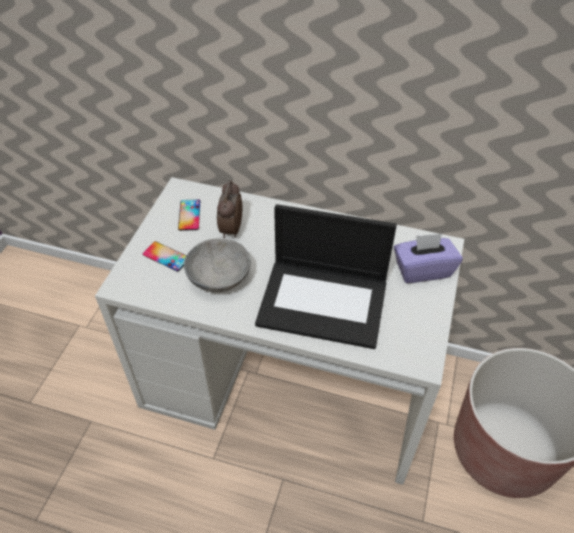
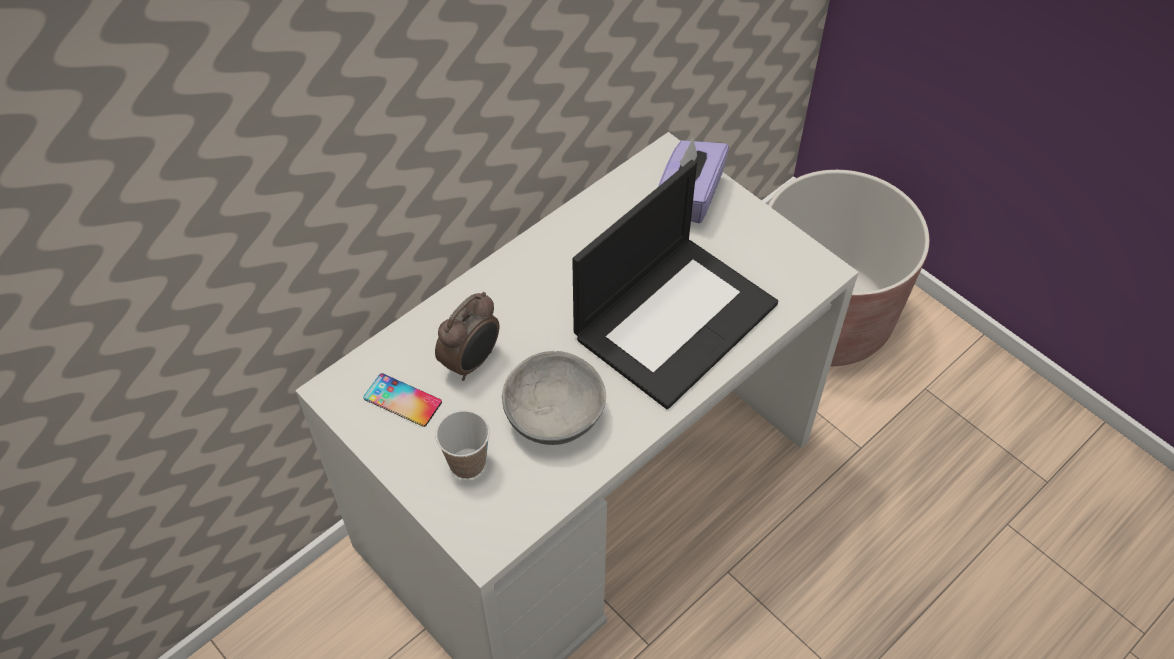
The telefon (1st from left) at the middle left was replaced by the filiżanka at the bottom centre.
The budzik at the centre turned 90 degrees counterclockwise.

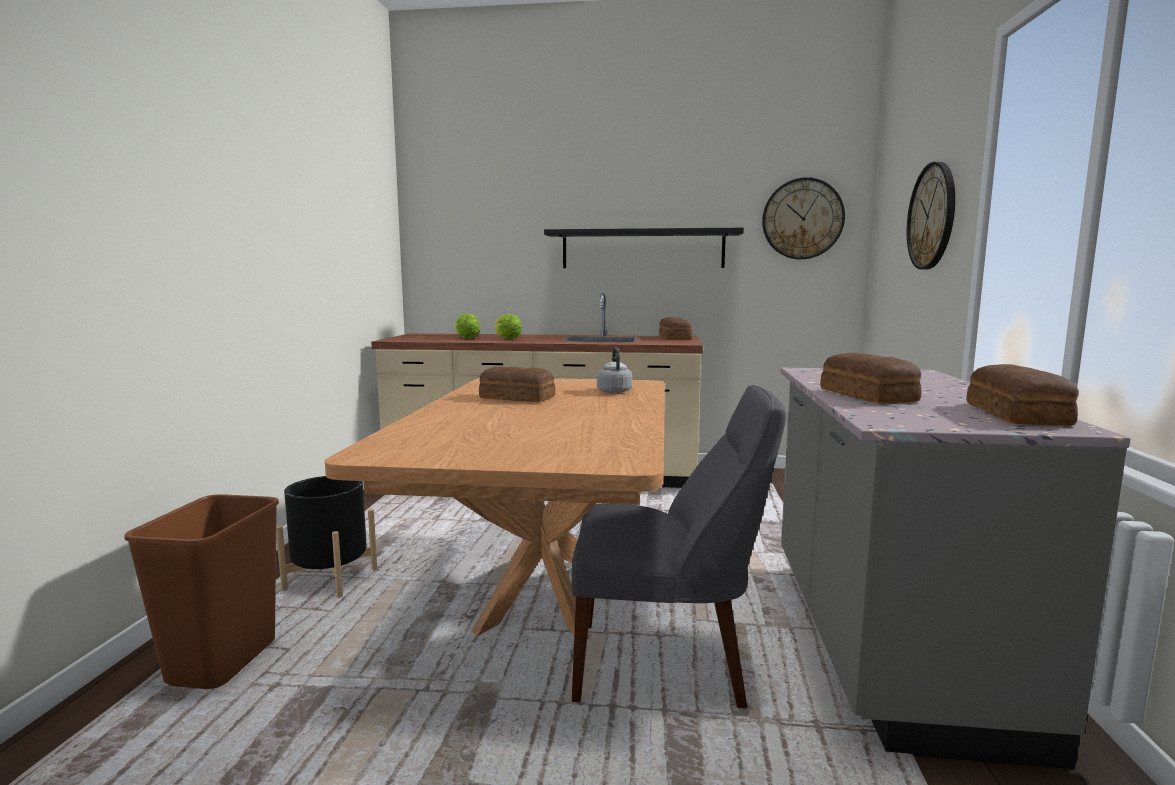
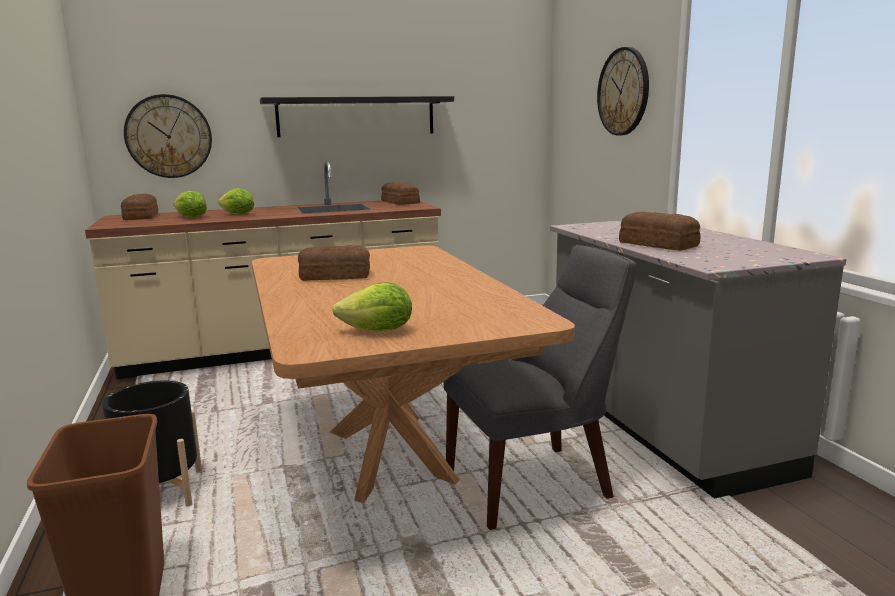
The czajnik/szary at the centre disappeared.
The sałata (3rd from left) at the centre appeared.
The zegar ścienny (1st from left) moved from the top right to the top left.
The chleb (4th from left in the first image) moved from the middle right to the middle left.

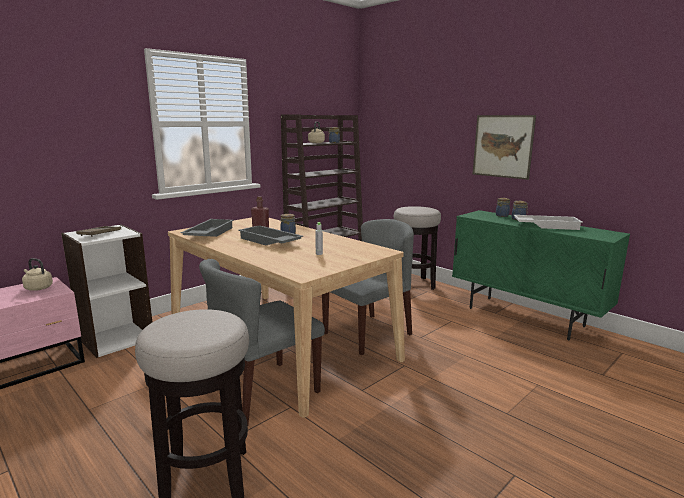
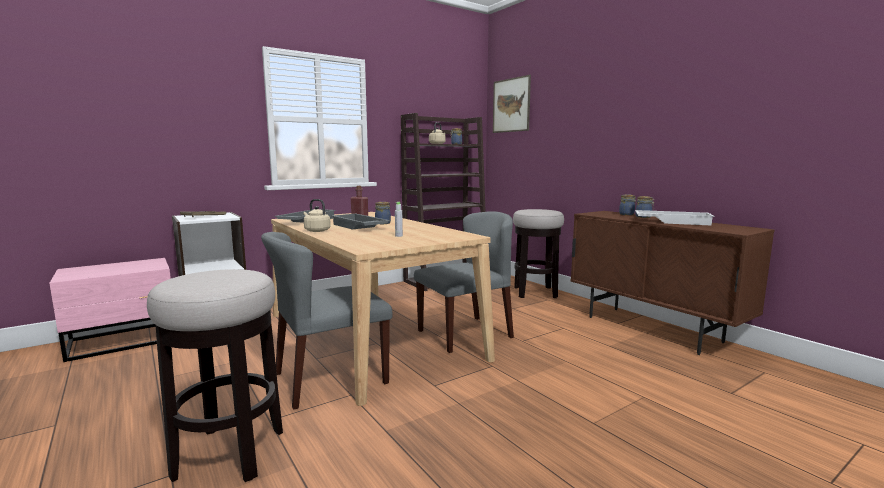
The czajnik/beżowy (1st from left) moved from the middle left to the centre.
The obraz moved from the top right to the top centre.
The szafka/zielony at the middle right became the szafka/brązowy at the middle right.

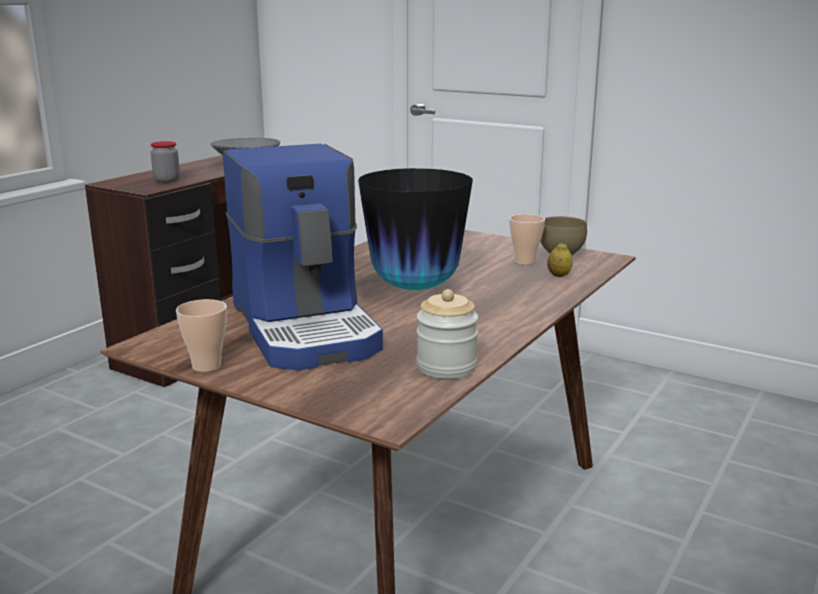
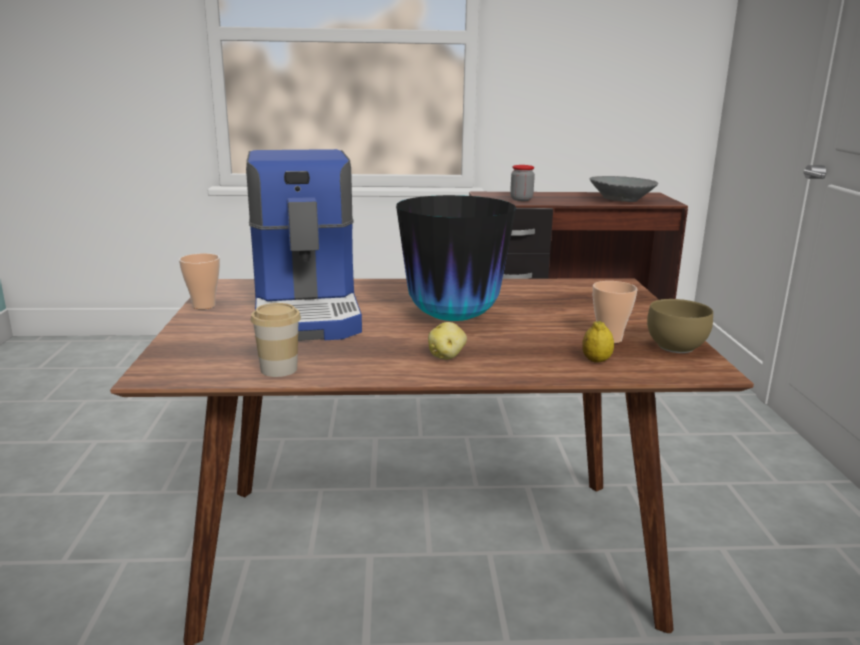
The ziemniak at the centre appeared.
The słoik (2nd from left) at the centre was replaced by the filiżanka (2nd from left) at the middle left.
The ekspres do kawy at the centre turned 45 degrees counterclockwise.

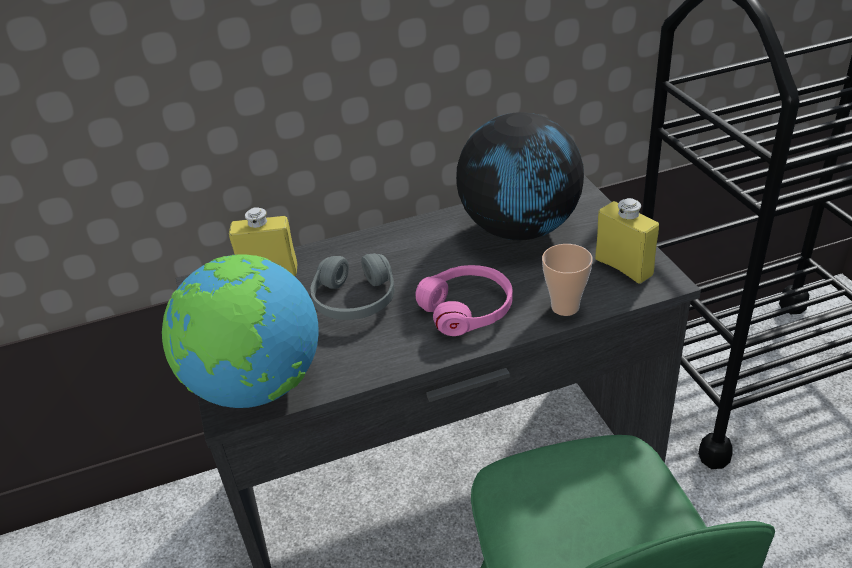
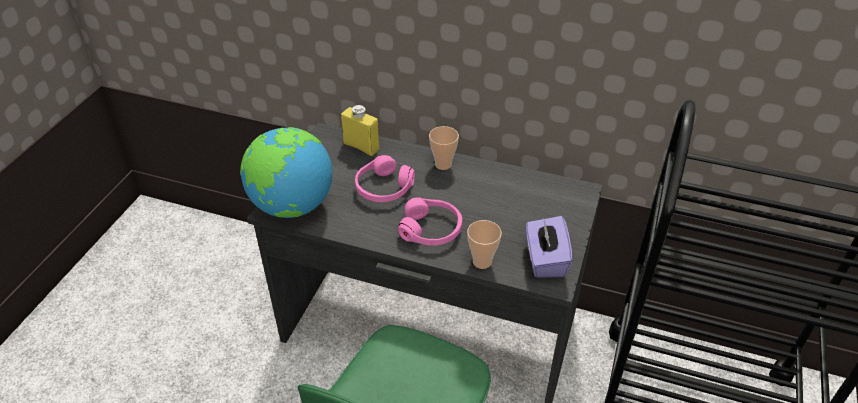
The globus (2nd from left) at the top centre disappeared.
The filiżanka (1st from left) at the centre appeared.
The butelka/żółty (2nd from left) at the middle right was replaced by the pudełko chusteczek/fioletowy at the centre.
The słuchawki/szary at the centre became the słuchawki/różowy (1st from left) at the centre.

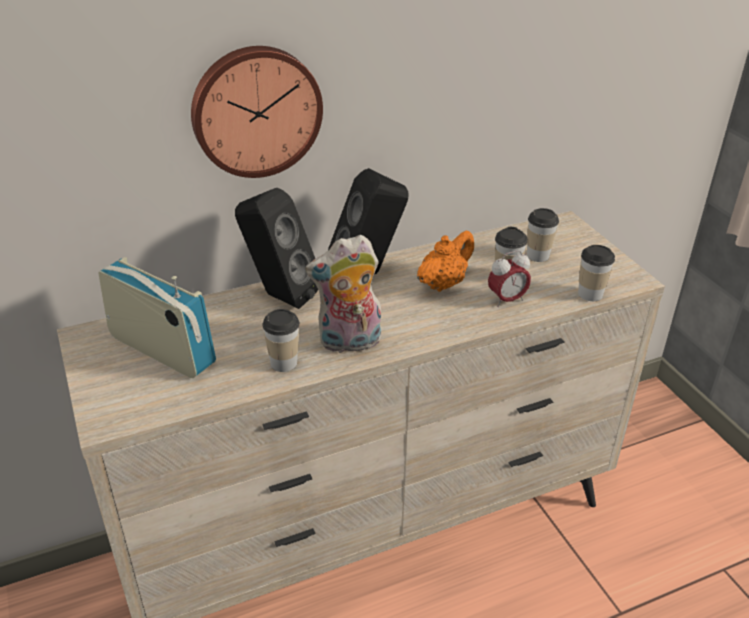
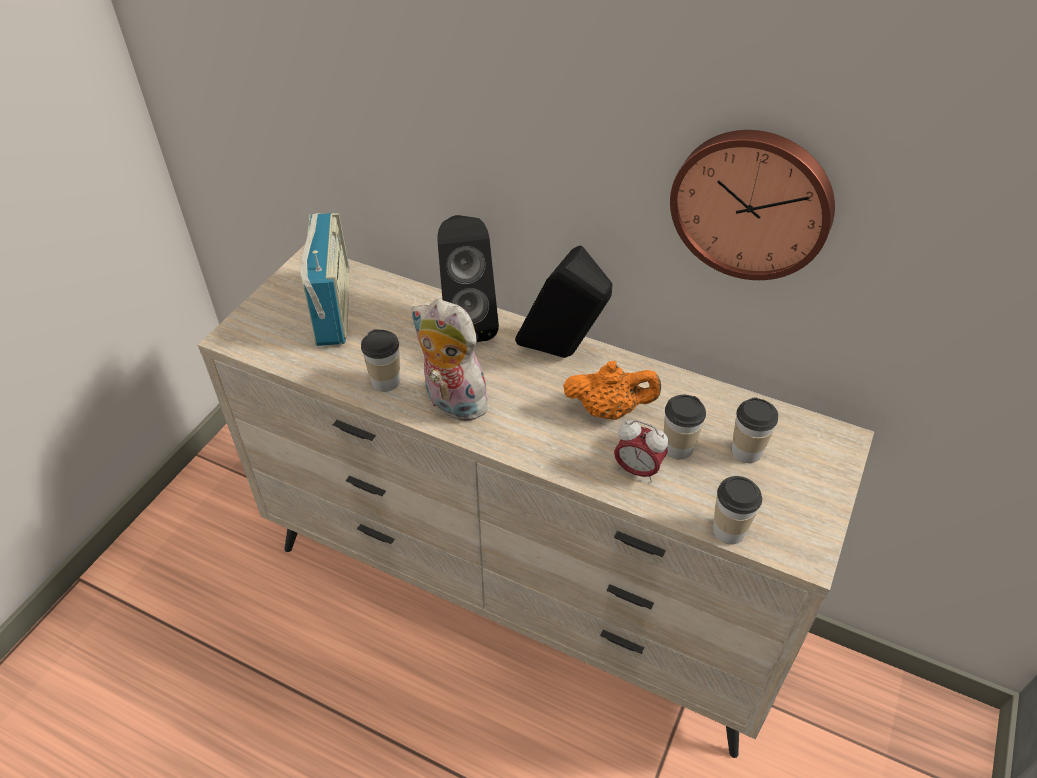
The zegar ścienny moved from the top centre to the top right.

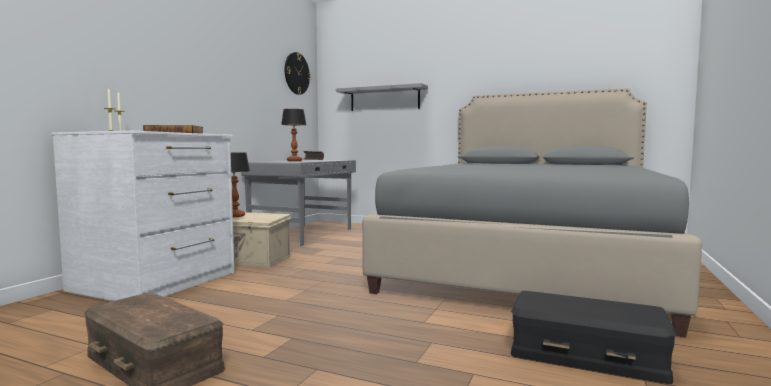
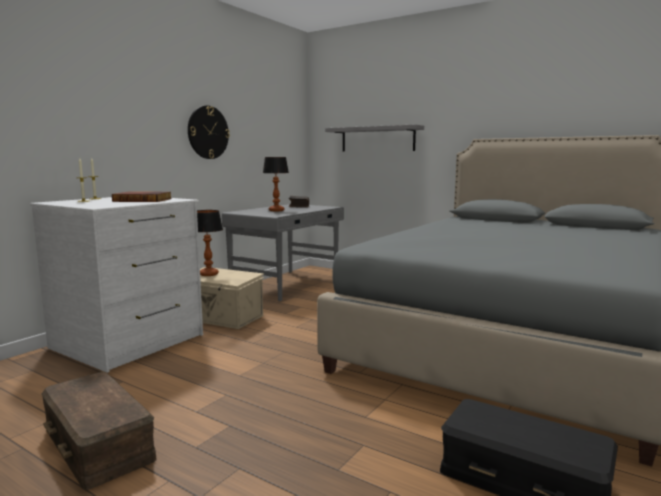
The zegar ścienny moved from the top centre to the top left.

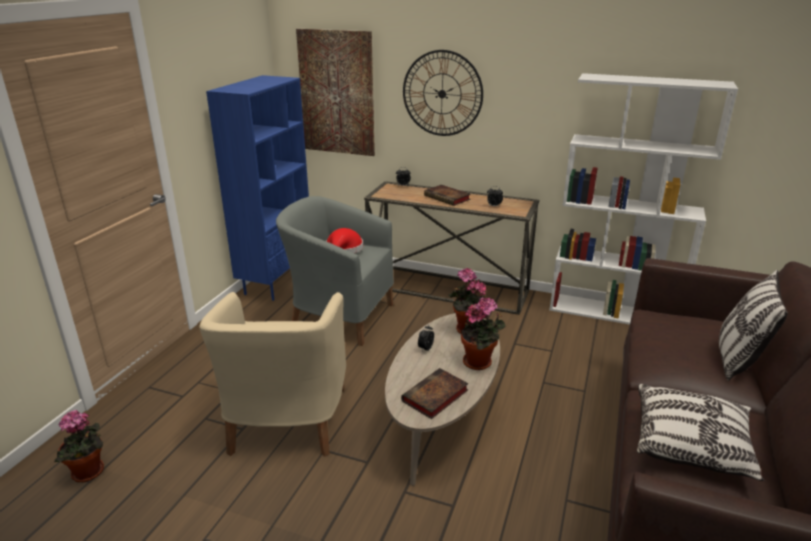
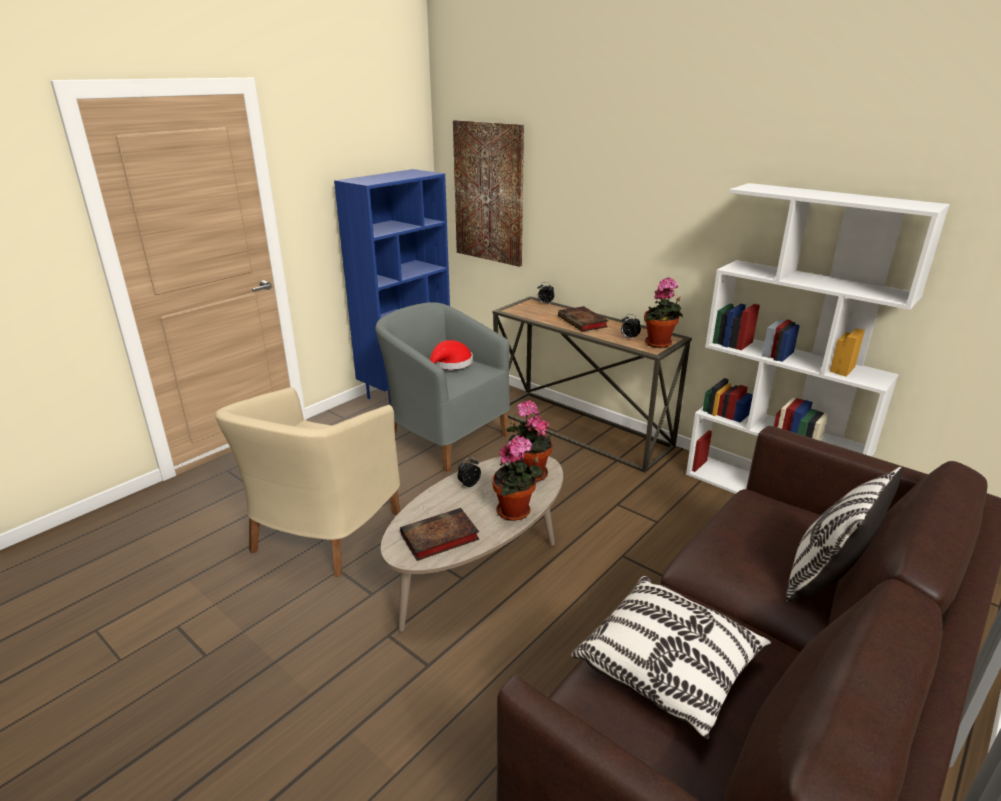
The zegar ścienny at the top centre disappeared.
The roślina doniczkowa (1st from left in the first image) moved from the bottom left to the centre.

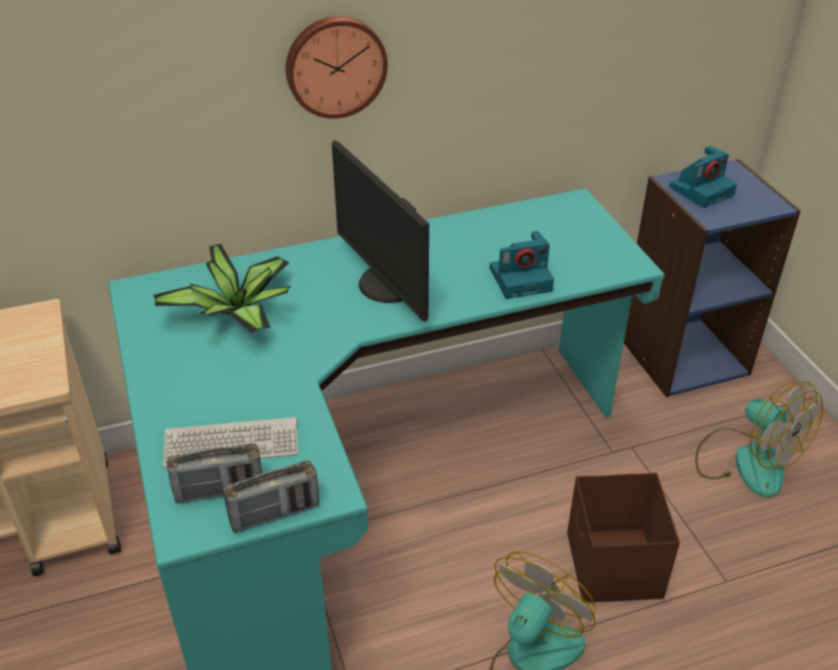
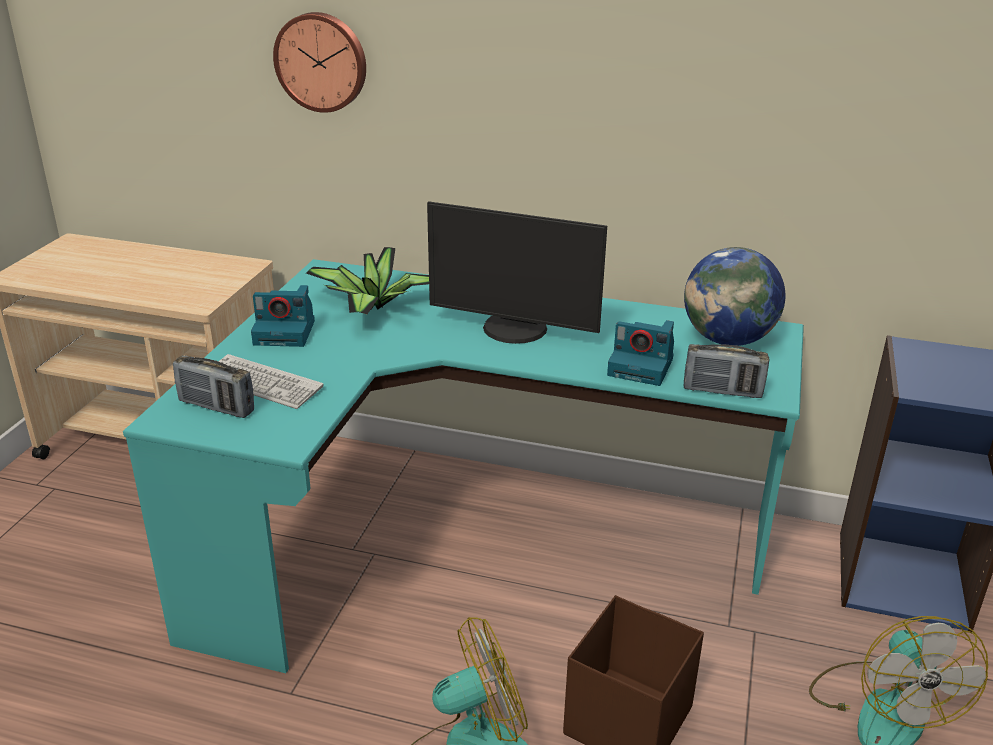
The globus at the middle right appeared.
The radio (2nd from left) moved from the bottom left to the middle right.
The zegar ścienny moved from the top centre to the top left.
The aparat fotograficzny (2nd from left in the first image) moved from the top right to the middle left.
The monitor at the centre turned 75 degrees counterclockwise.

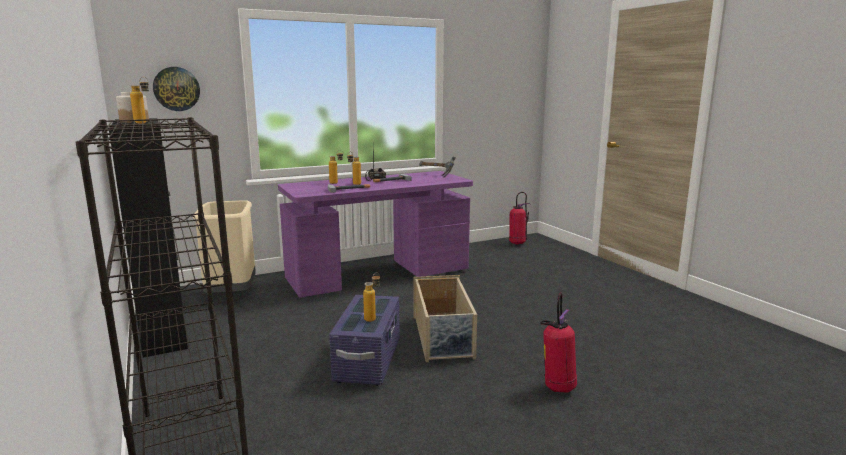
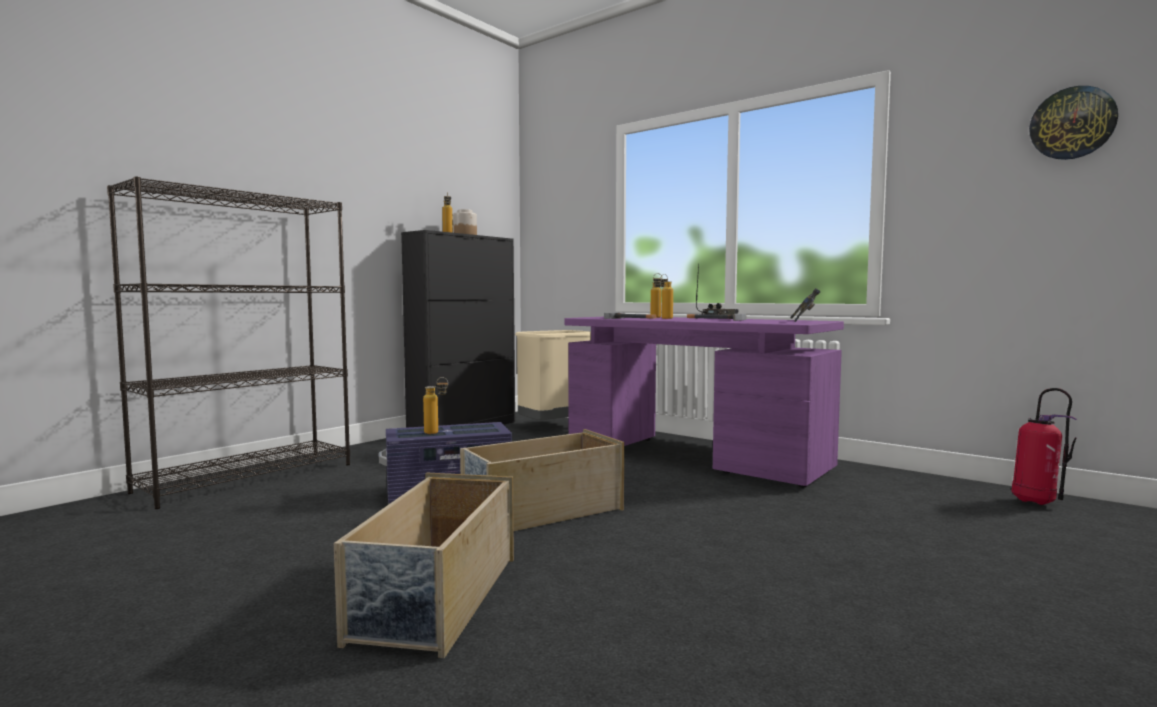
The zegar ścienny moved from the top left to the top right.
The gaśnica (2nd from left) at the bottom centre was replaced by the pojemnik do przechowywania/beżowy (1st from left) at the bottom centre.

